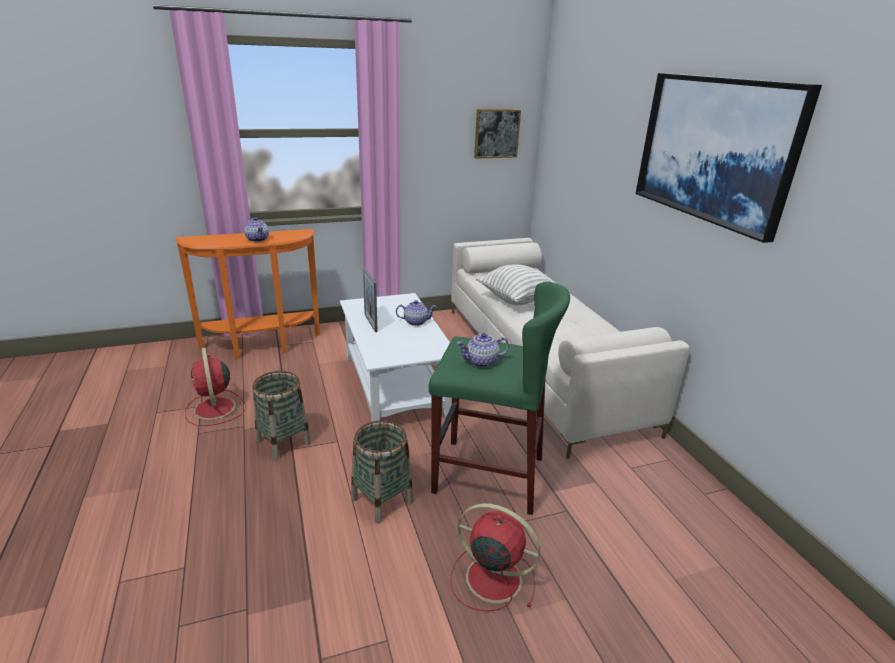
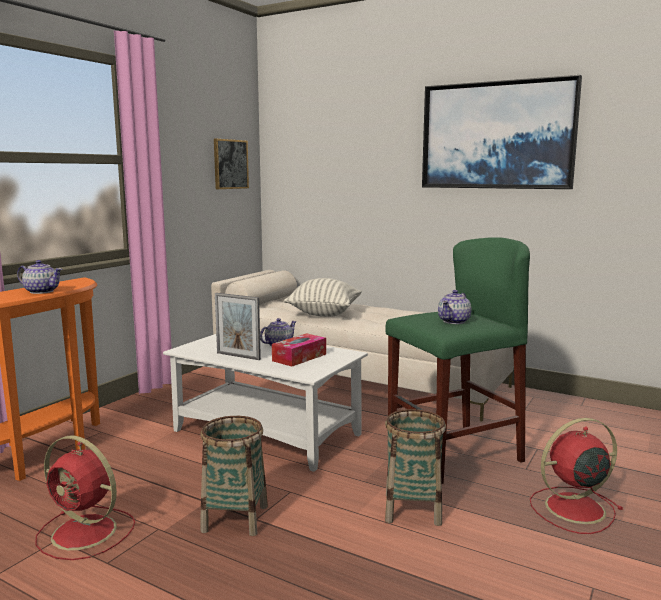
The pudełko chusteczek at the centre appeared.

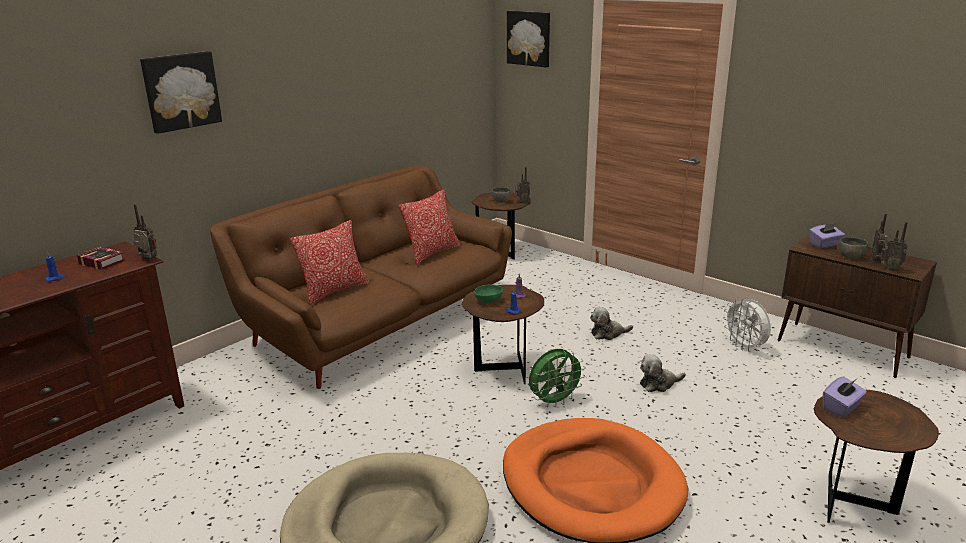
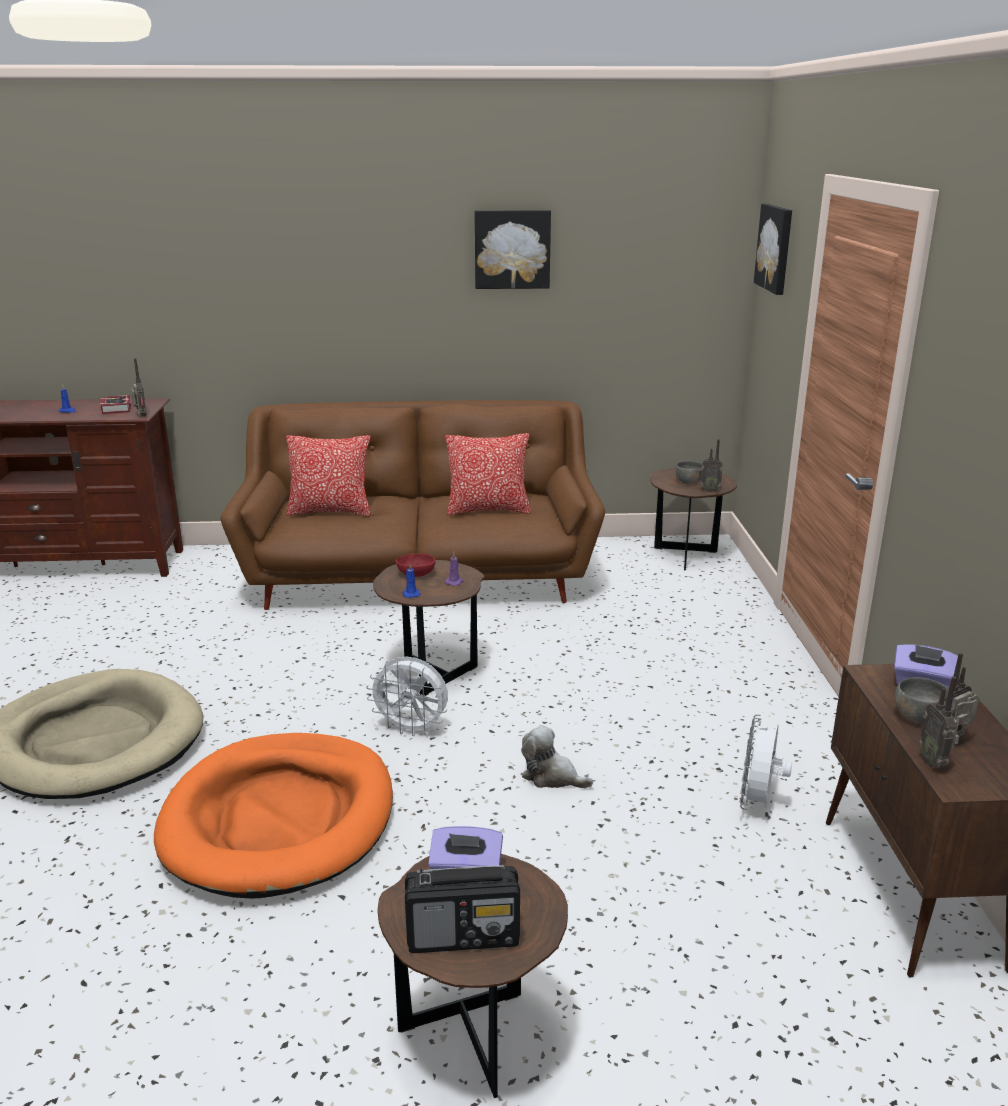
The pluszak (1st from left) at the centre disappeared.
The radio (2nd from left) at the bottom centre appeared.
The obraz (1st from left) moved from the top left to the top centre.
The miska/zielony at the centre became the miska/czerwony at the centre.
The wentylator/zielony at the bottom centre became the wentylator/biały (1st from left) at the centre.

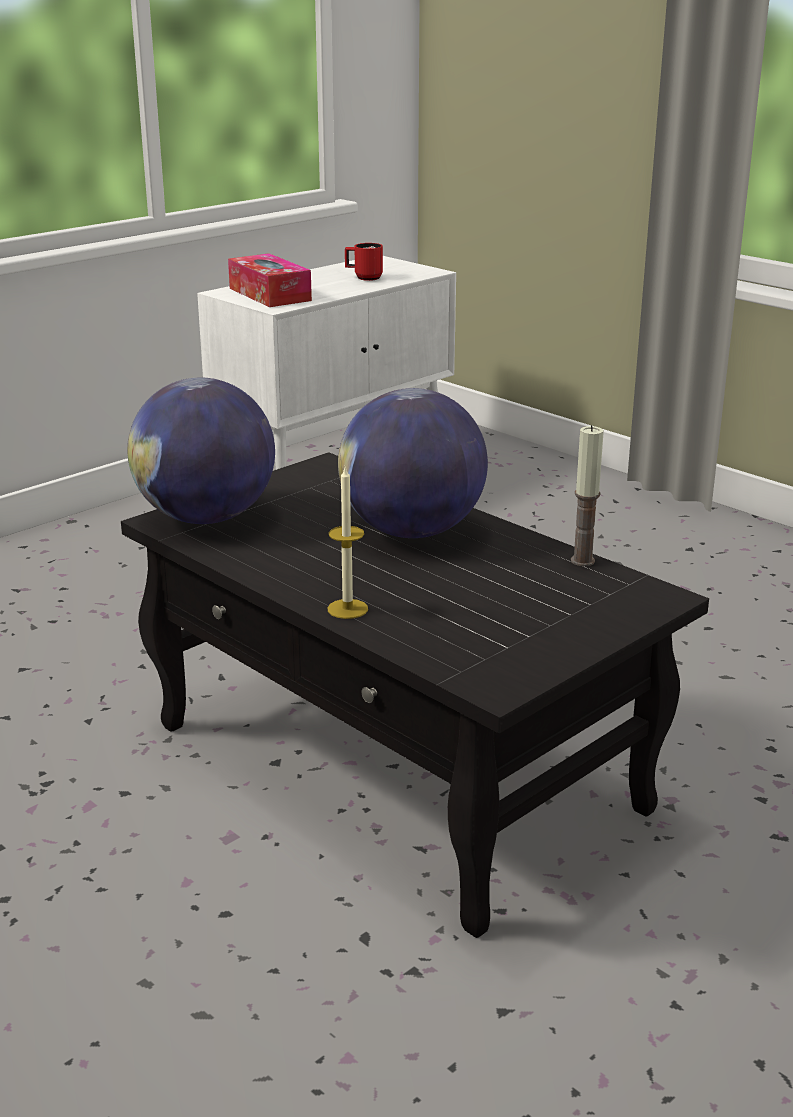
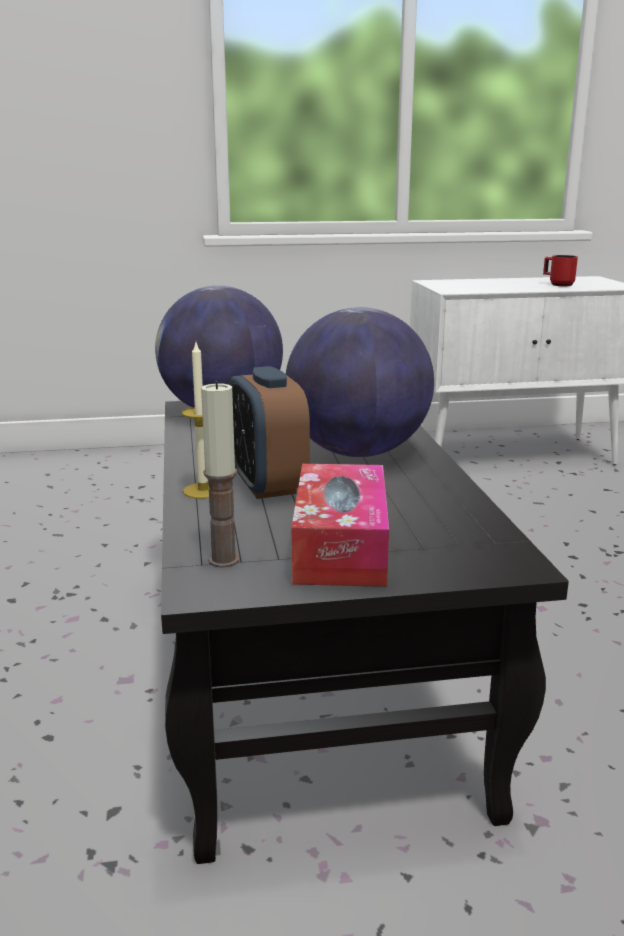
The budzik at the centre appeared.
The pudełko chusteczek moved from the top centre to the centre.
The świeca (2nd from left) moved from the middle right to the centre.

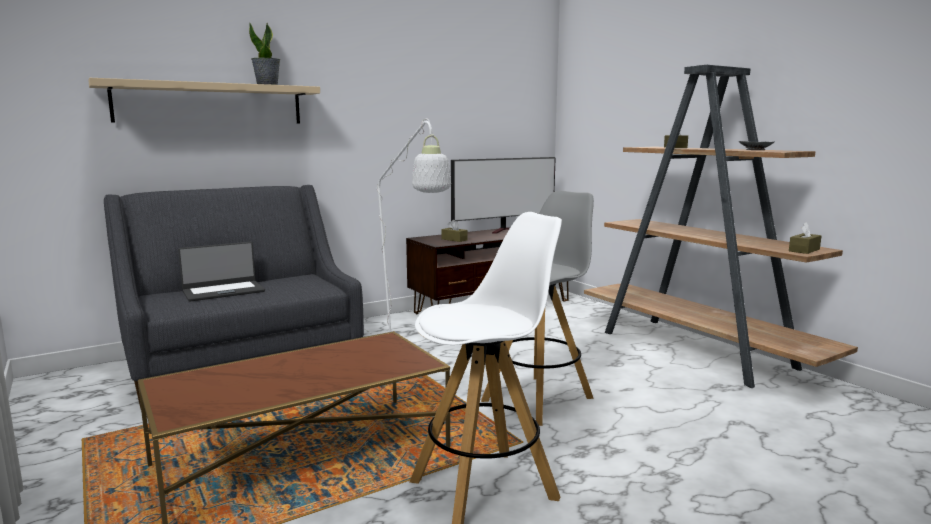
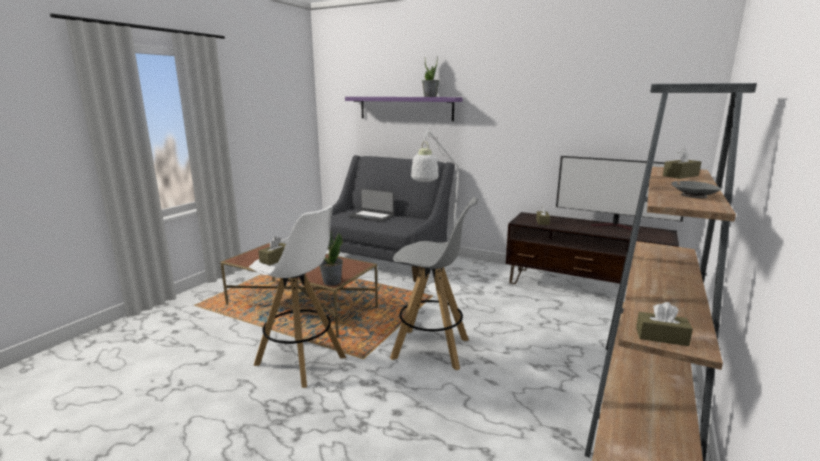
The pudełko chusteczek/brązowy (1st from left) at the middle left appeared.
The roślina doniczkowa (1st from left) at the centre appeared.
The półka/beżowy at the top left became the półka/fioletowy at the top centre.

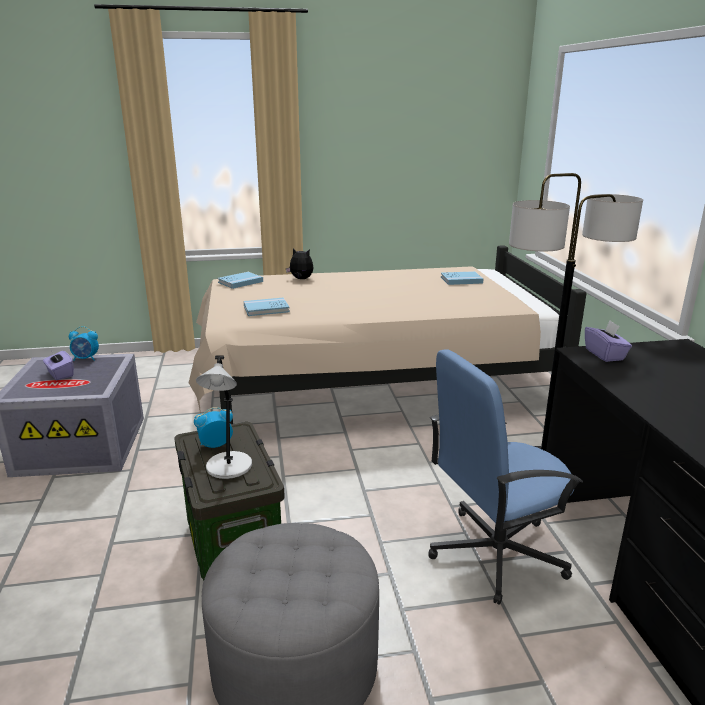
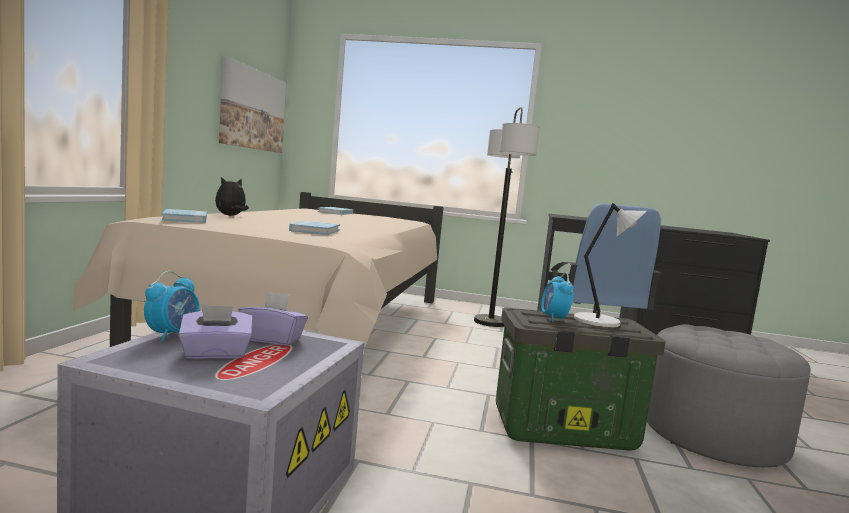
The obraz at the top left appeared.
The pudełko chusteczek/fioletowy (2nd from left) moved from the middle right to the middle left.

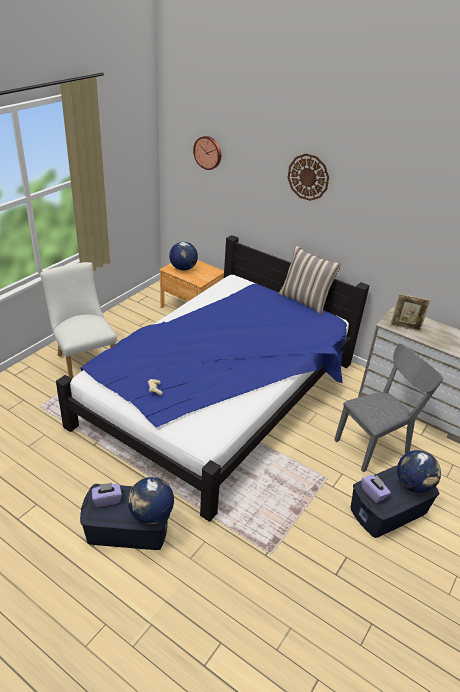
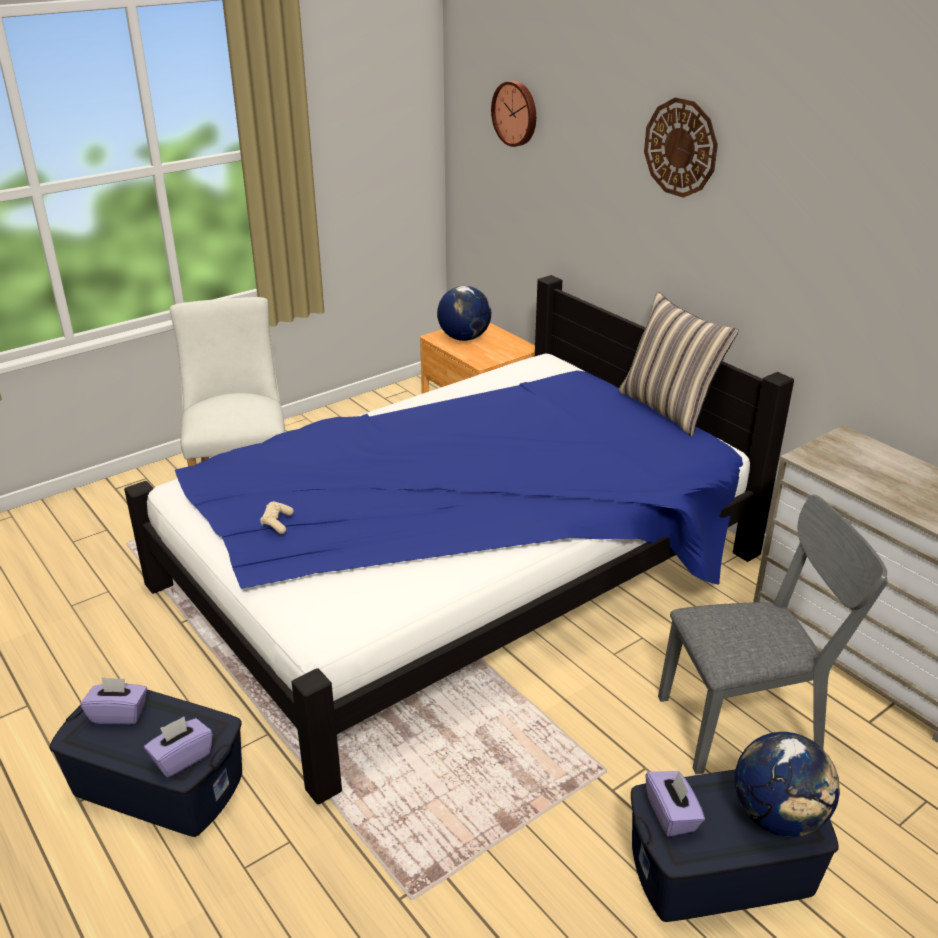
The ramka na zdjęcie at the middle right disappeared.
The globus (1st from left) at the bottom left was replaced by the pudełko chusteczek/fioletowy (2nd from left) at the bottom left.

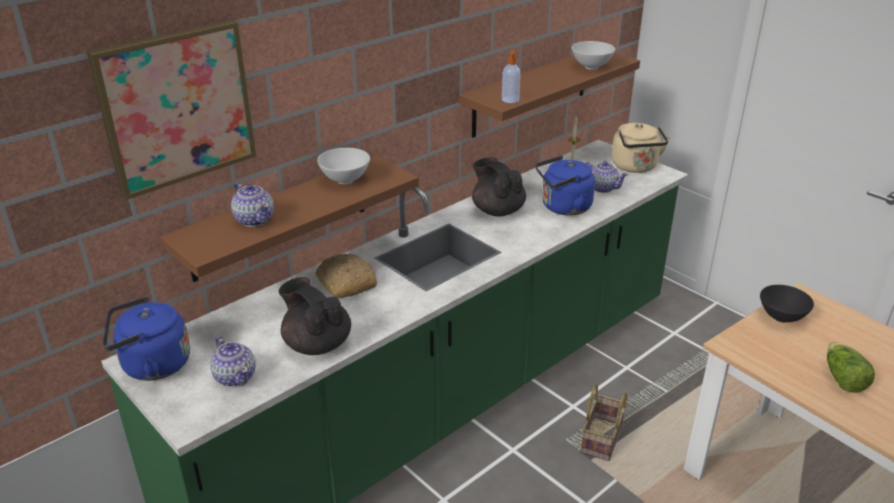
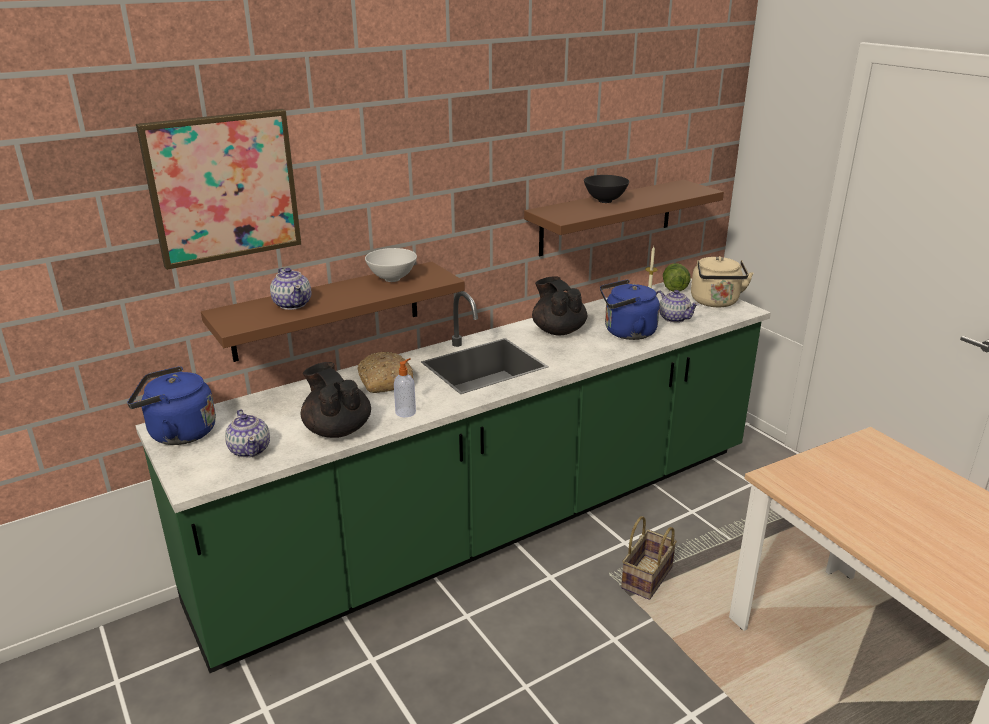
The miska/biały (2nd from left) at the top centre disappeared.
The dozownik mydła moved from the top centre to the centre.
The miska/czarny moved from the middle right to the top centre.
The sałata moved from the bottom right to the middle right.

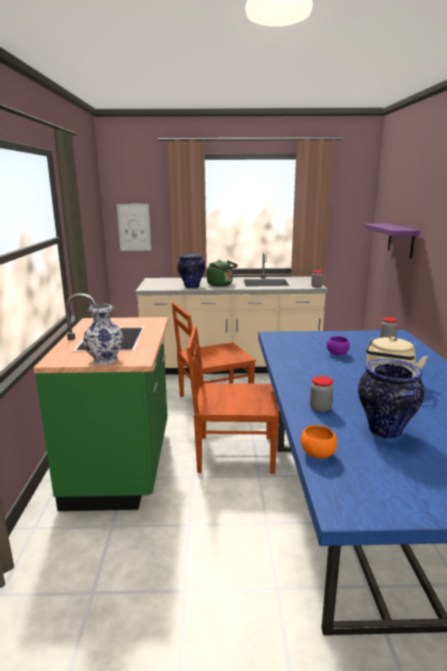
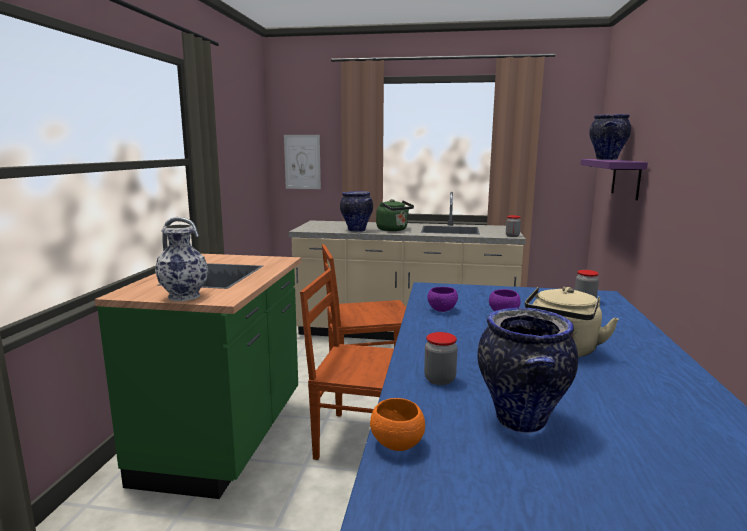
The miska/fioletowy (1st from left) at the centre appeared.
The wazon (4th from left) at the top right appeared.

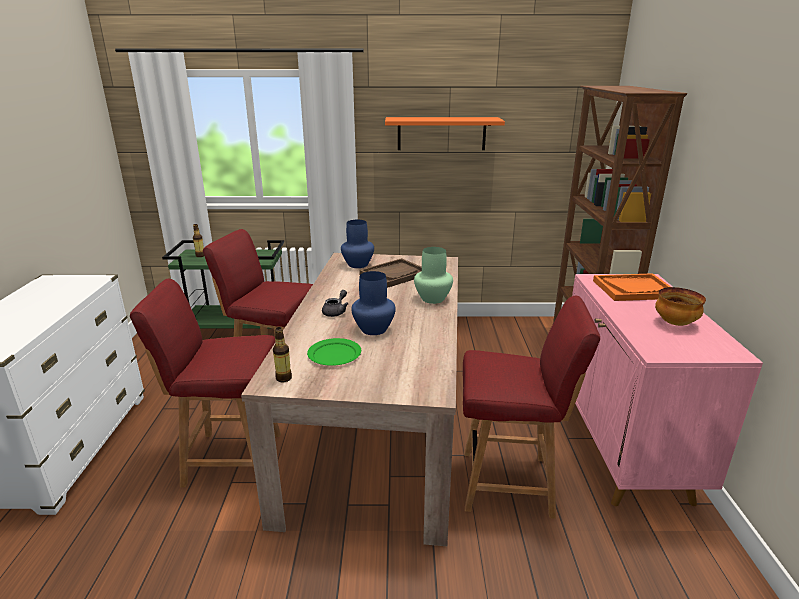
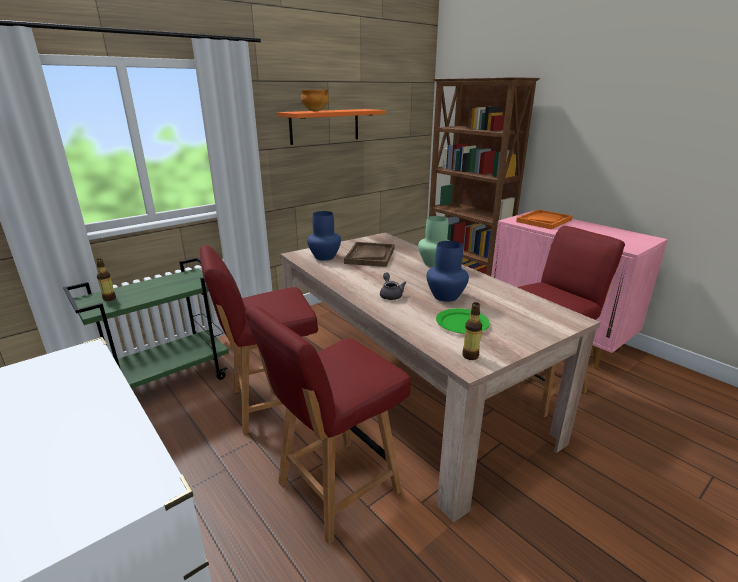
The miska moved from the middle right to the top centre.

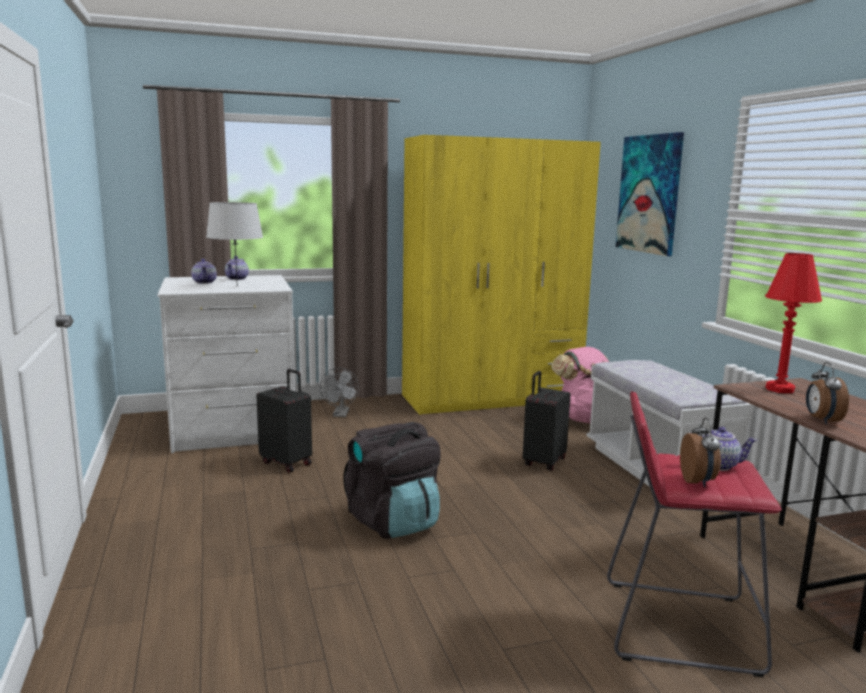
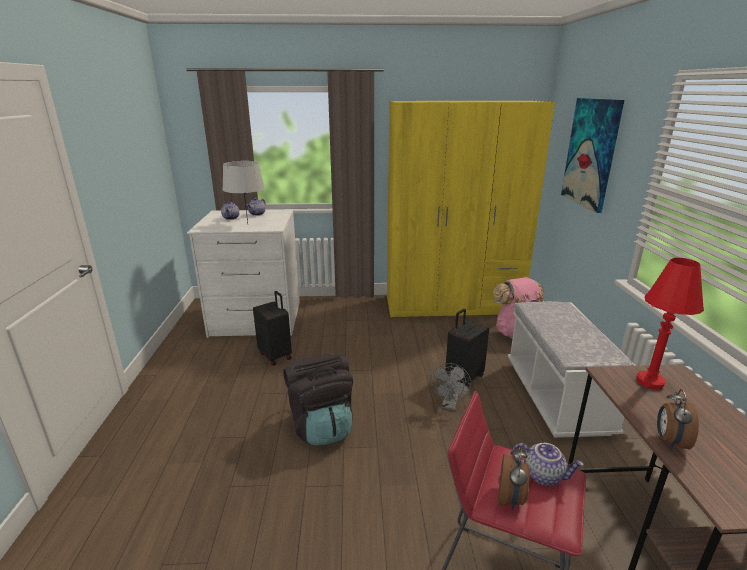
The wentylator/szary moved from the centre to the bottom centre.

